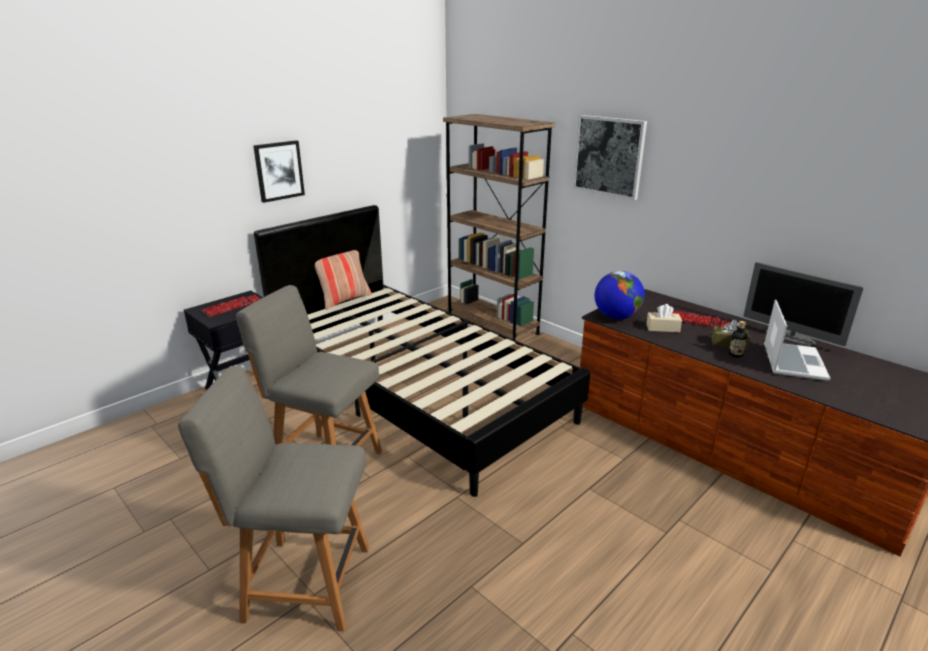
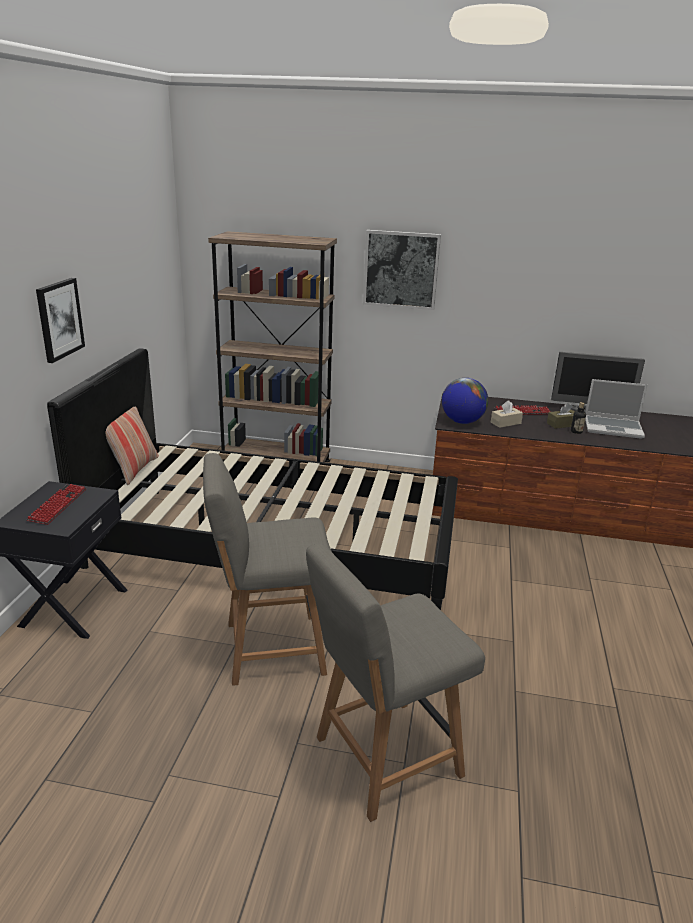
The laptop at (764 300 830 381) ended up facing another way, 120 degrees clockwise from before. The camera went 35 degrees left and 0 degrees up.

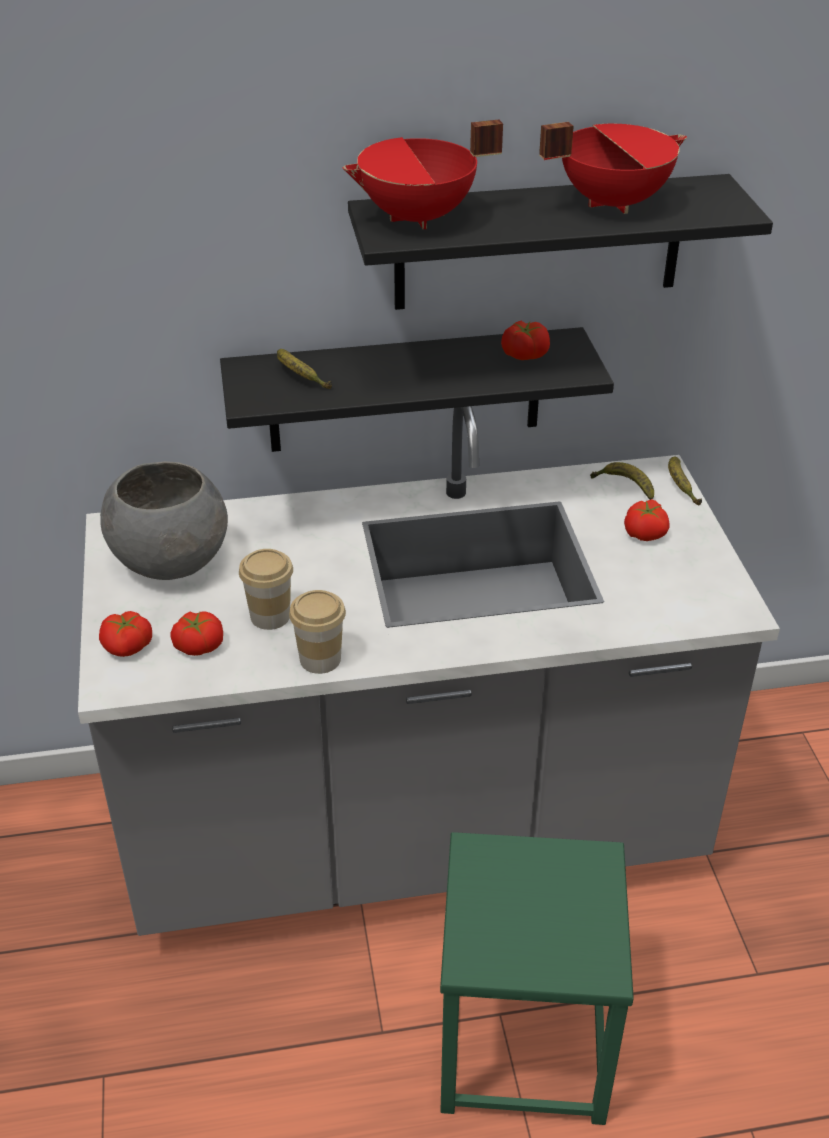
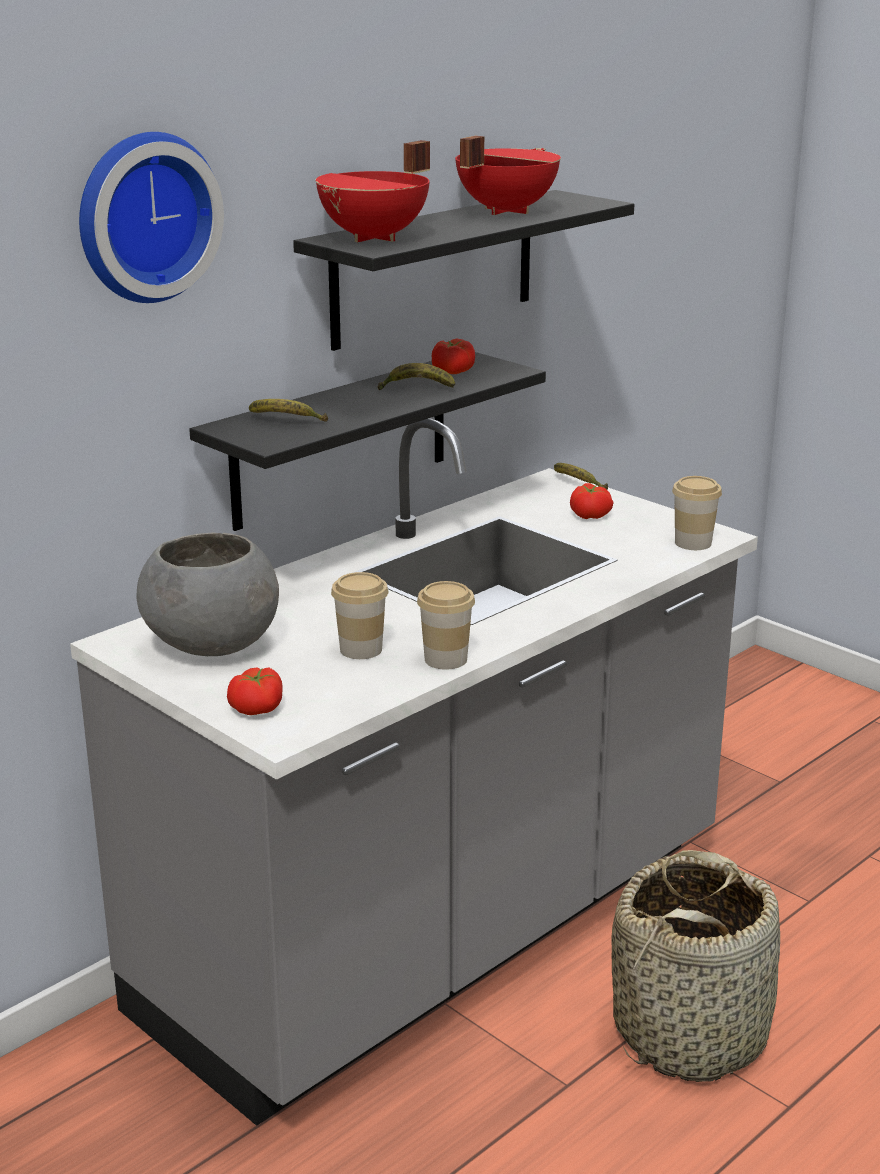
The second view lost the tomato at (171 612 223 656). The second view gained the wall clock at (79 132 224 303). The second view gained the cup at (672 476 722 550). The banana ended up elsewhere, having gone from (590 462 654 500) to (378 363 455 390). Where the green stool stood at (440 832 634 1125), the basket came to stand at (611 850 780 1082). The camera went 35 degrees left and 15 degrees down.

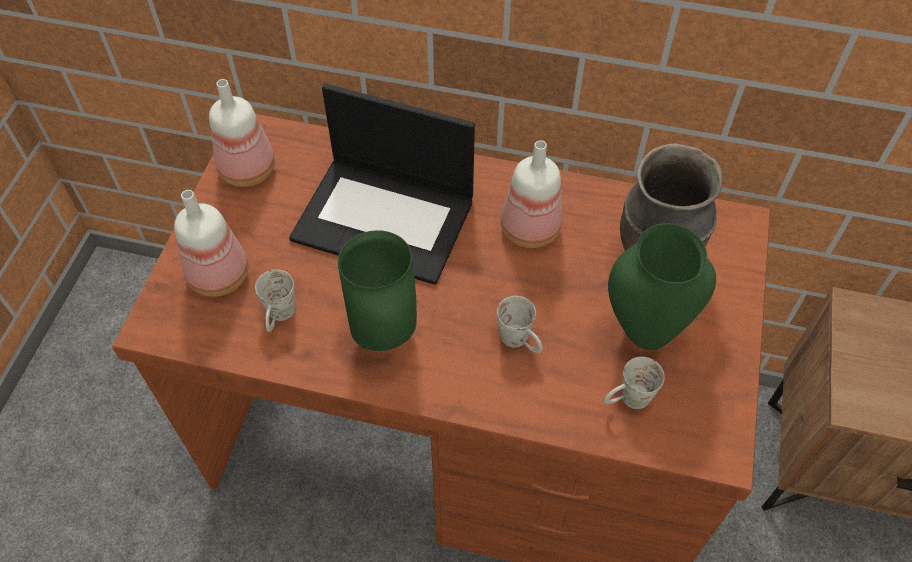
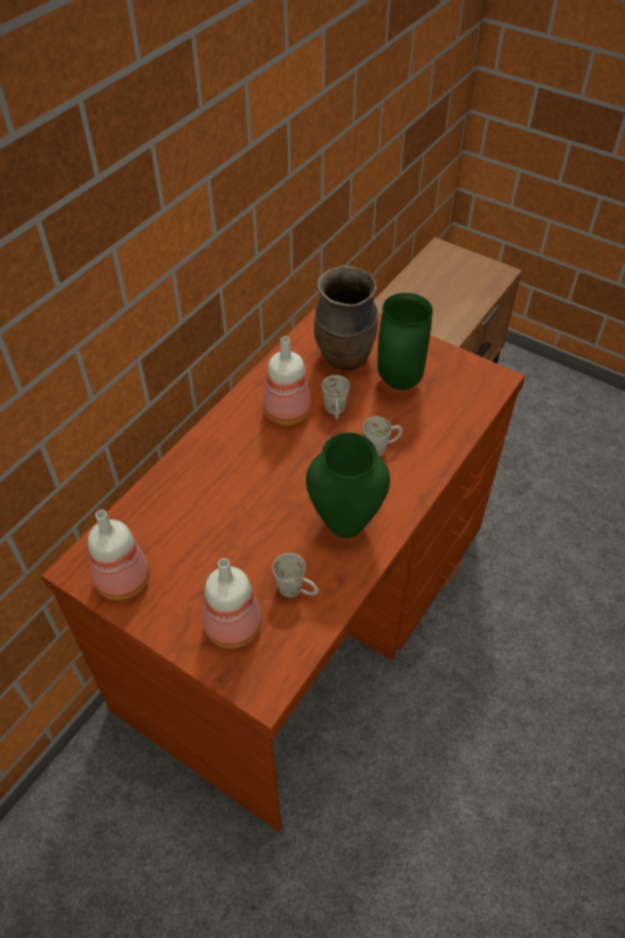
The second view lost the laptop at (289 83 475 285). The white mug ended up elsewhere, having gone from (604 357 665 409) to (322 375 350 420). The camera went 70 degrees left and 5 degrees down.

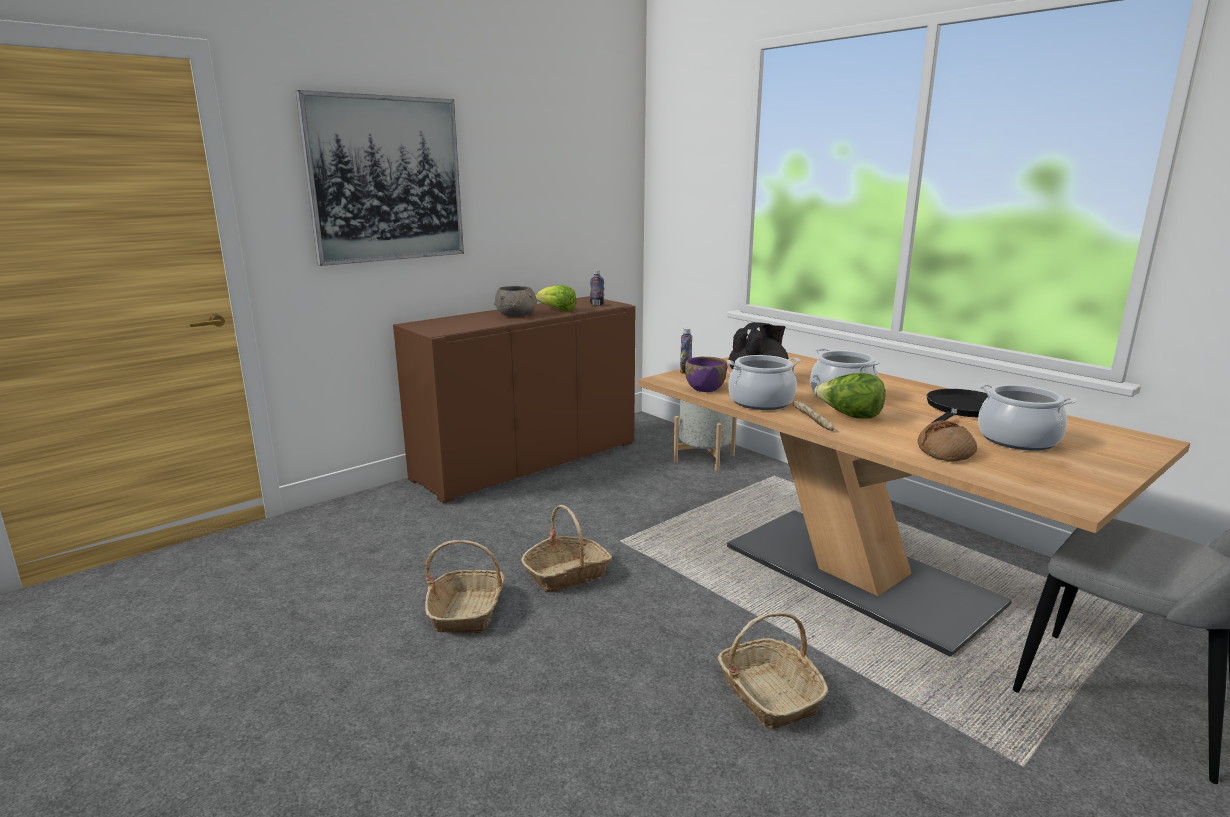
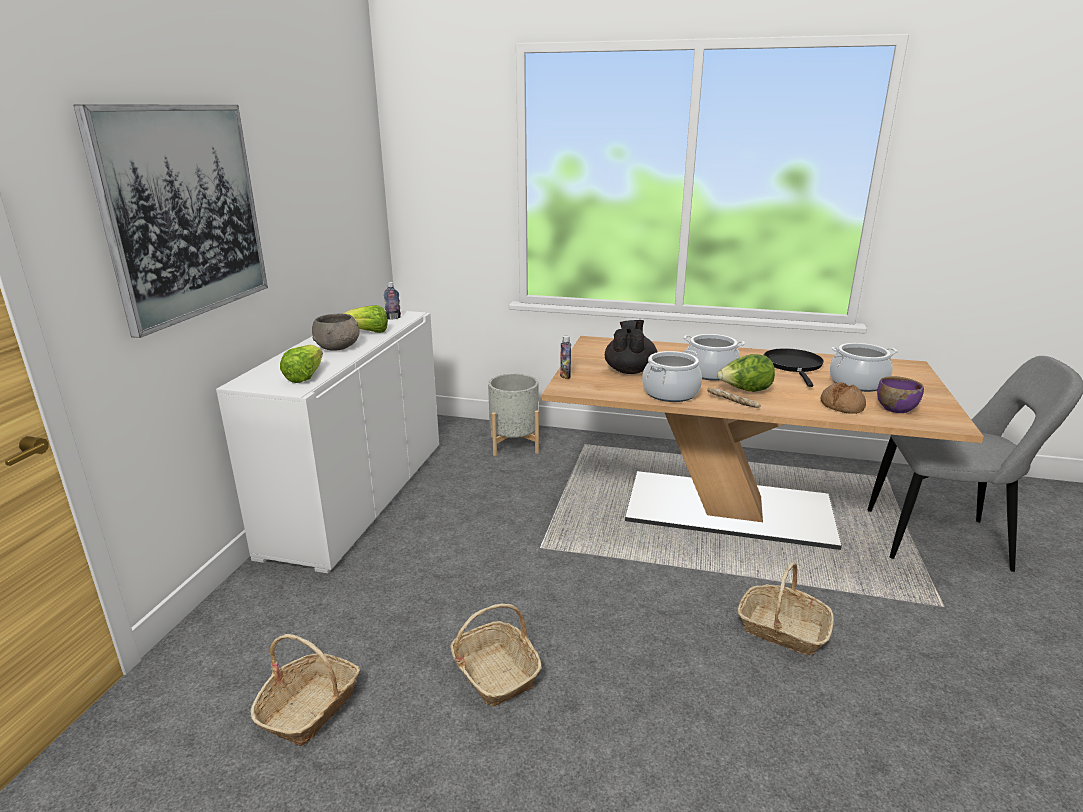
The second view gained the lettuce at (280 345 323 383). The basket ended up elsewhere, having gone from (521 505 612 593) to (250 634 360 746). The purple bowl ended up elsewhere, having gone from (685 357 727 392) to (877 376 924 413). What was the brown cabinet at (393 296 635 504) turned into the white cabinet at (216 309 439 573). The camera went 35 degrees left and 5 degrees up.

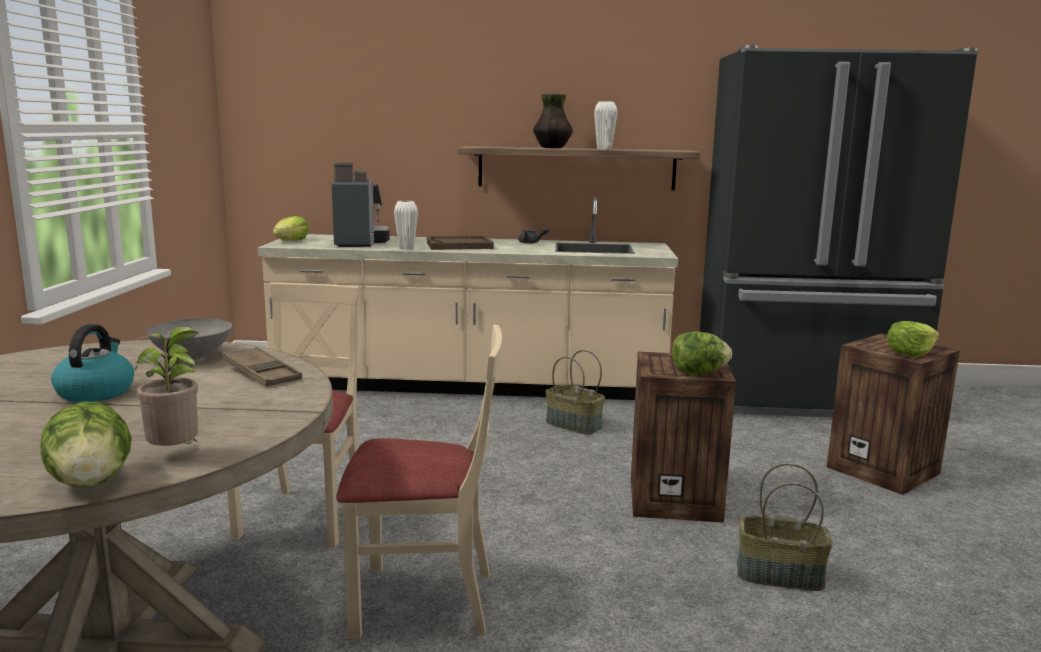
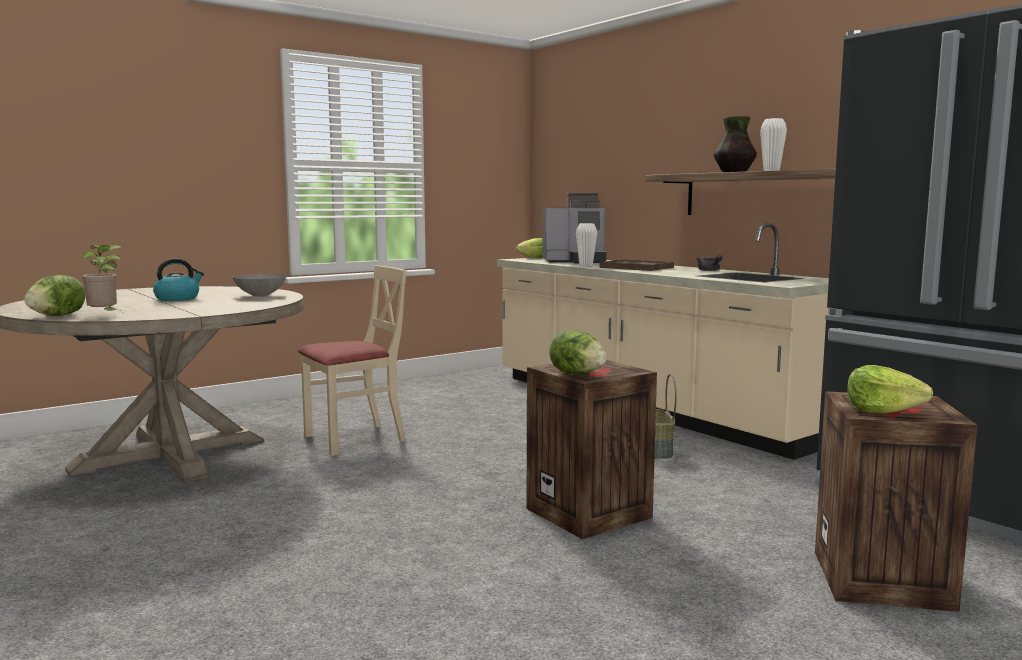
The second view lost the brown tray at (222 347 302 386). The second view lost the beige chair at (336 325 502 639). The second view lost the basket at (737 463 833 591). The coffee machine at (332 163 390 247) ended up facing another way, 45 degrees clockwise from before. The camera went 50 degrees right and 5 degrees down.

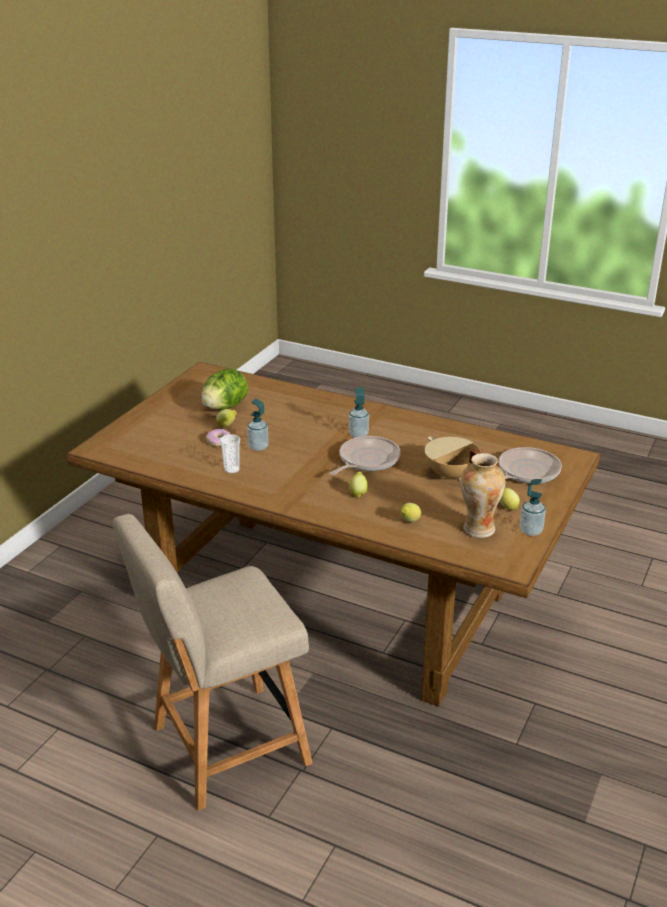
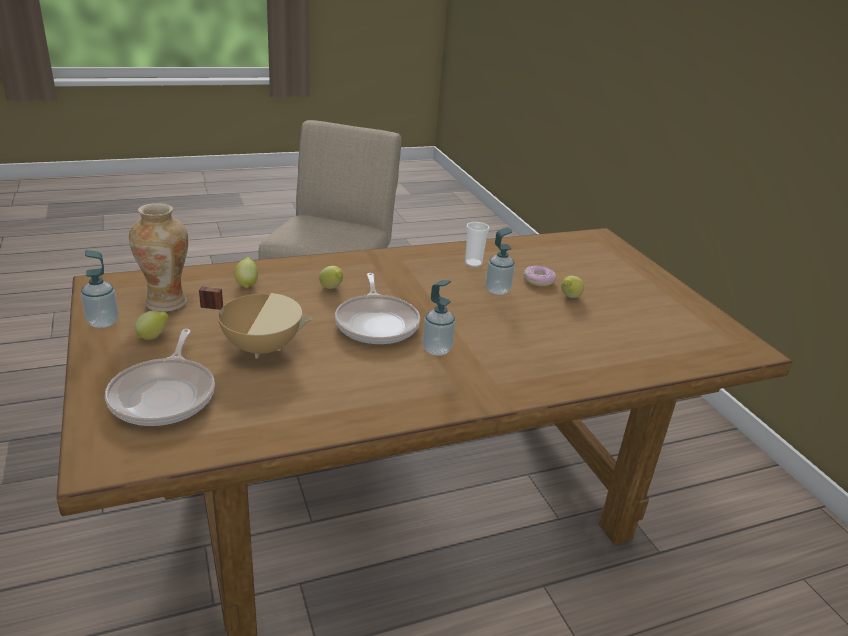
The second view lost the lettuce at (201 369 248 410). The camera went 130 degrees right and 0 degrees up.

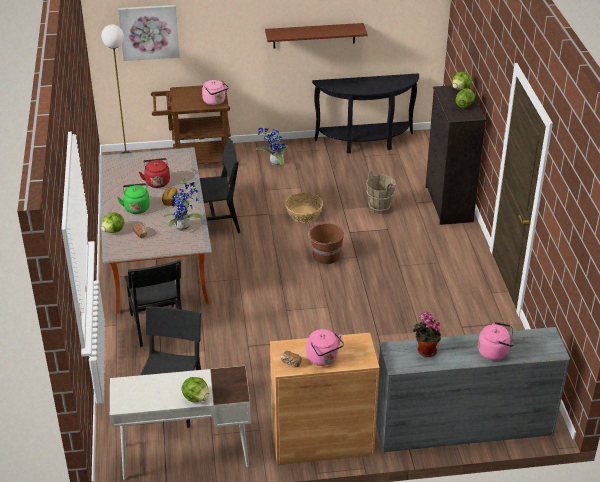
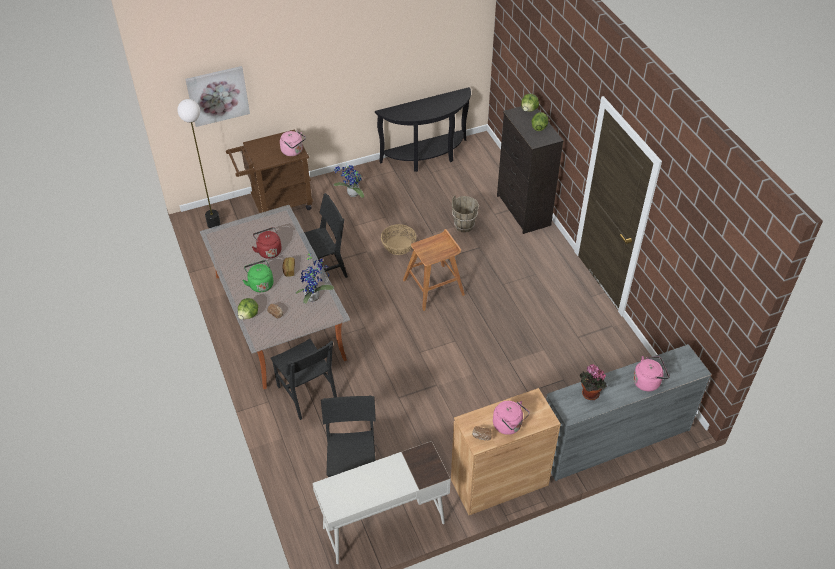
The second view lost the lettuce at (182 377 209 403). The second view lost the brown shelf at (265 23 368 48). Where the brown bucket stood at (308 223 344 264), the brown stool came to stand at (403 229 465 311). The camera went 15 degrees left and 10 degrees up.

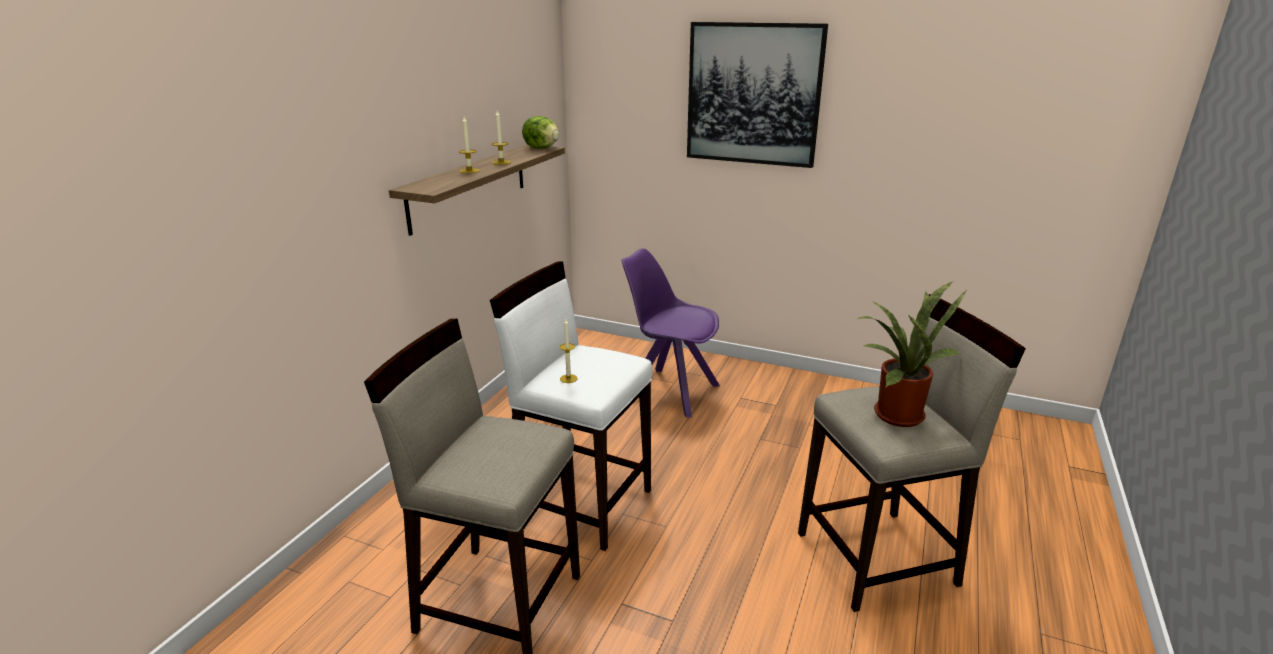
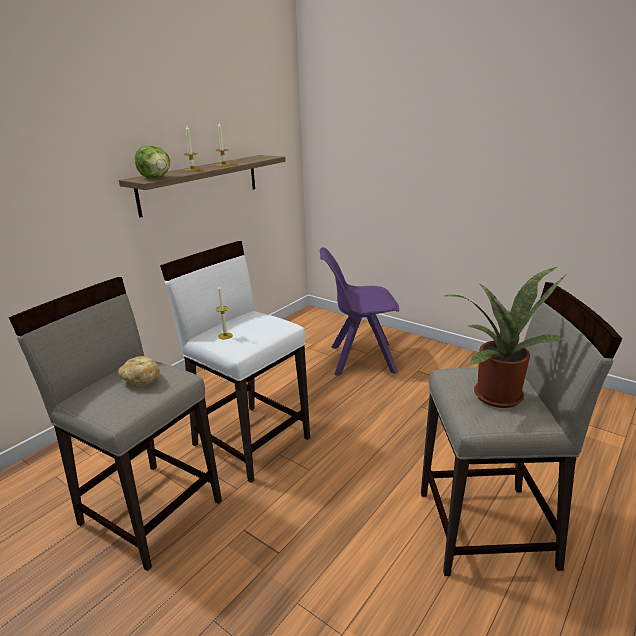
The second view lost the picture at (687 22 828 168). The second view gained the bread at (118 356 160 386). The lettuce ended up elsewhere, having gone from (522 116 559 149) to (135 146 170 178). The purple chair at (621 248 720 418) ended up facing another way, 45 degrees counterclockwise from before. The camera went 15 degrees right and 0 degrees up.

